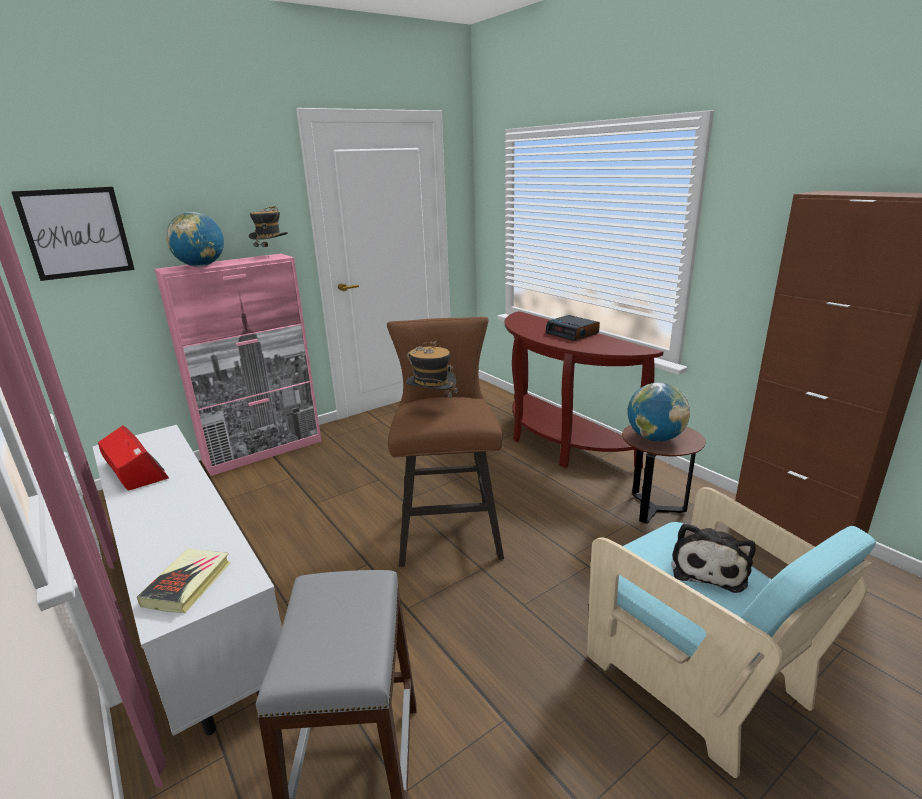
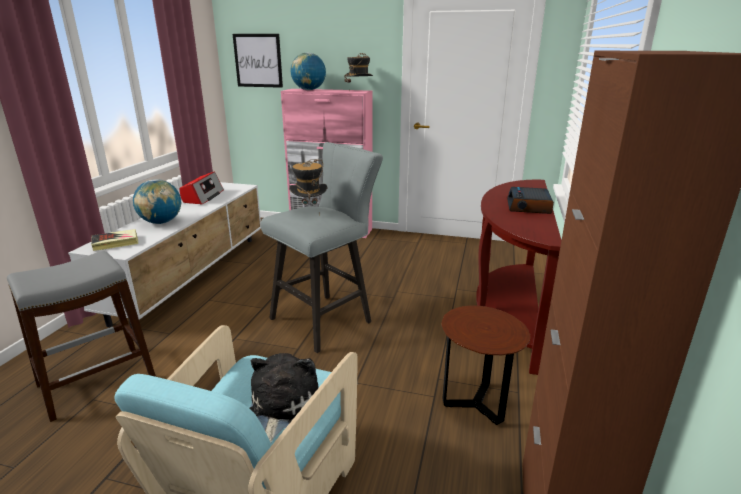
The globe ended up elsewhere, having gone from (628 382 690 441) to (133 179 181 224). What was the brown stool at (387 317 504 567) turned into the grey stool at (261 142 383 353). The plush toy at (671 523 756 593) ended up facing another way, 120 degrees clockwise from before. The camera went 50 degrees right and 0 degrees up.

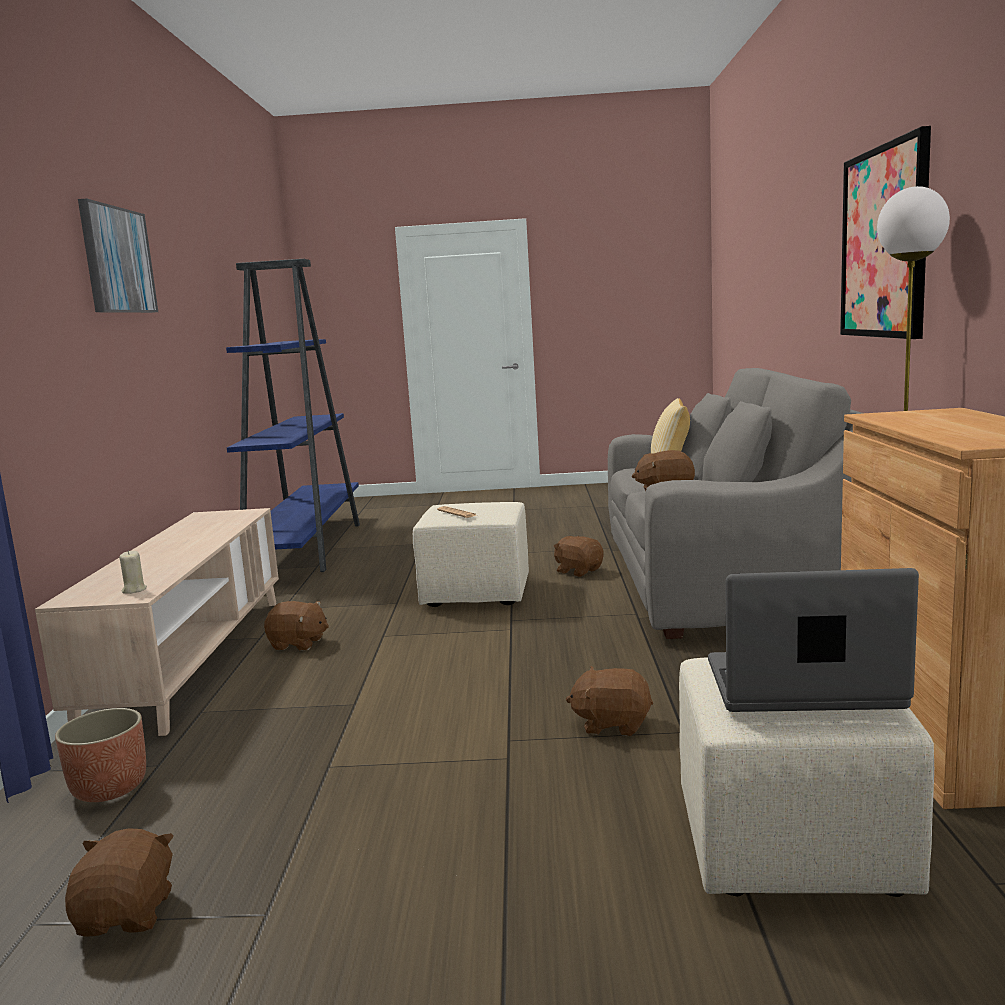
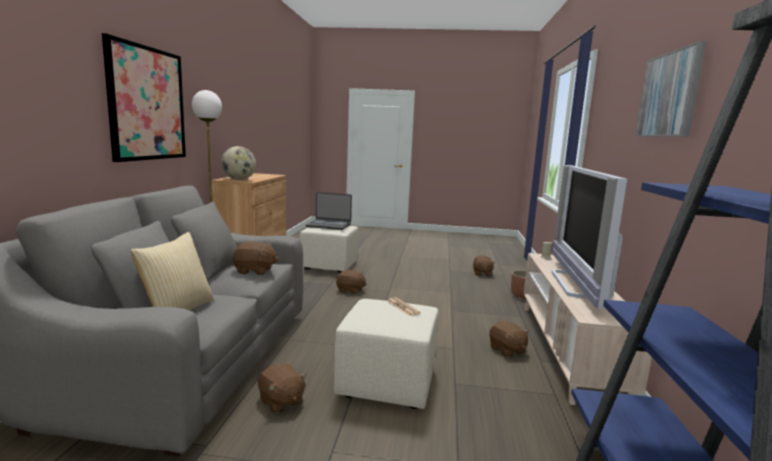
The second view gained the globe at (221 146 256 180). The second view gained the television at (552 165 627 309). The brown plush toy at (264 601 329 650) ended up facing another way, 135 degrees counterclockwise from before. The camera went 175 degrees left and 0 degrees up.

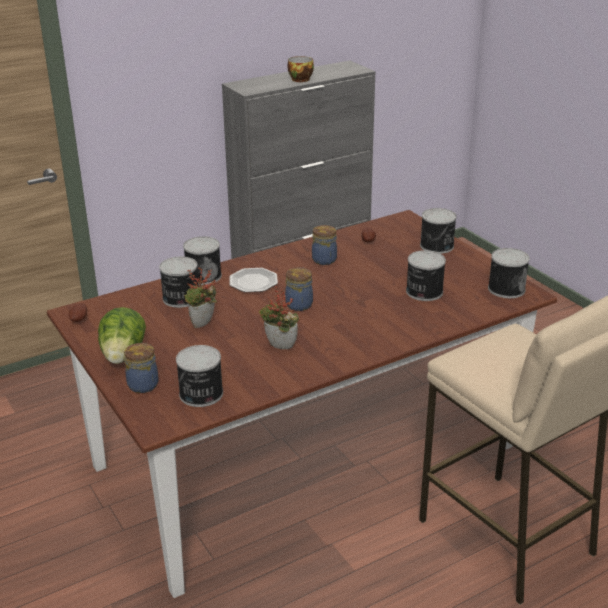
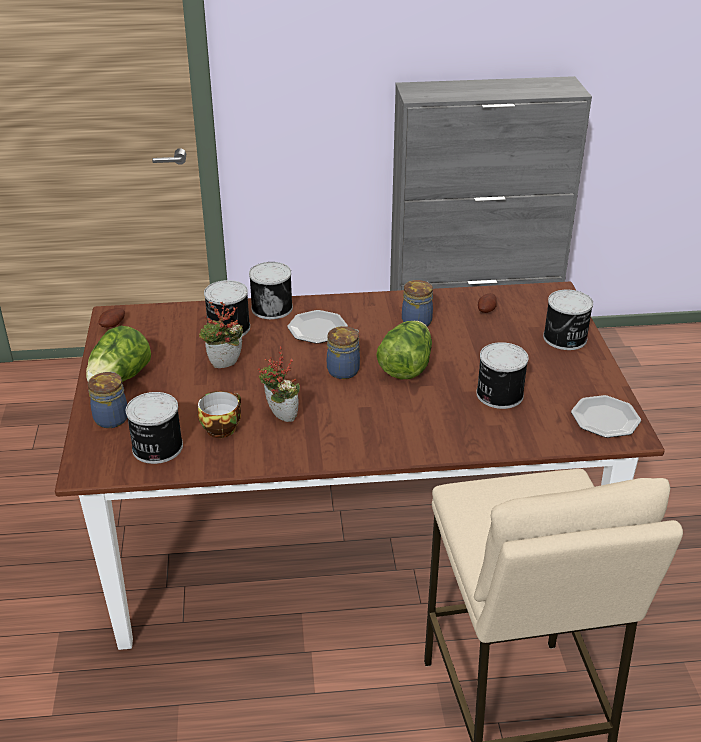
The second view gained the lettuce at (376 321 432 379). The cup ended up elsewhere, having gone from (288 56 314 82) to (198 391 241 438). Where the can stood at (488 248 530 298), the plate came to stand at (571 395 641 438). The camera went 25 degrees right and 5 degrees up.

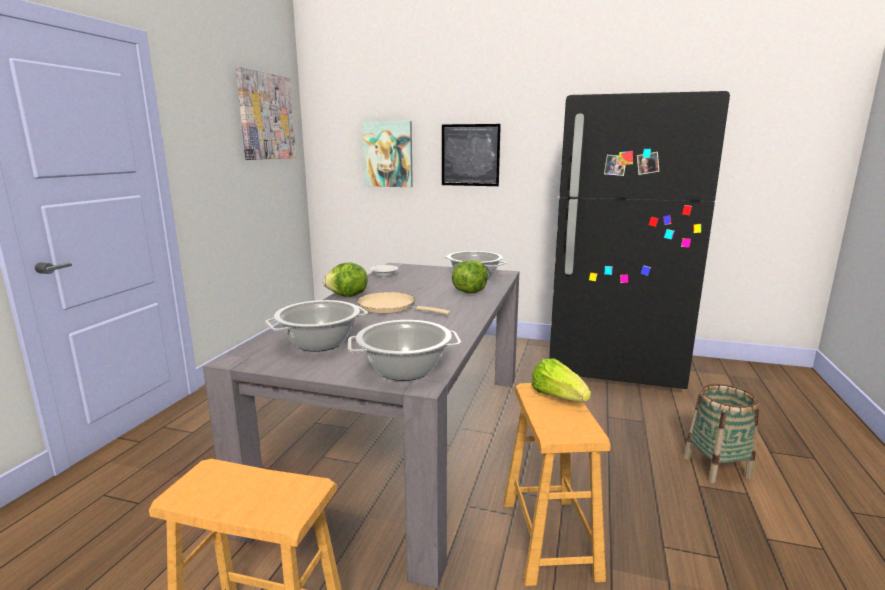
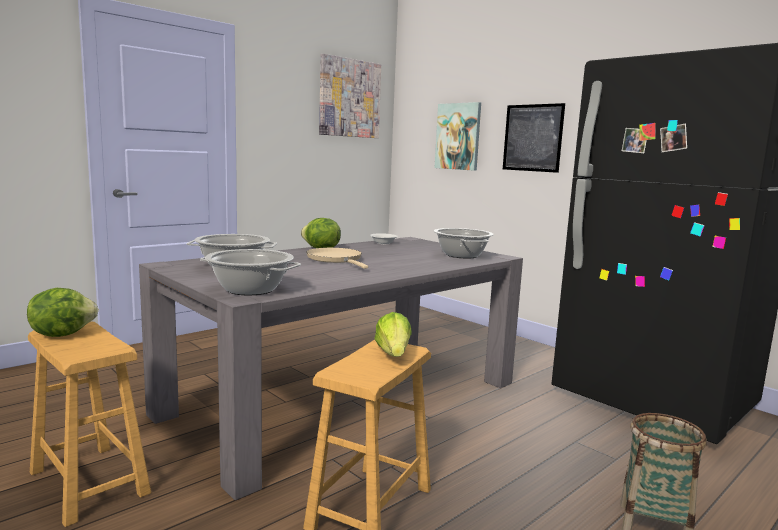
The lettuce ended up elsewhere, having gone from (452 260 488 294) to (27 288 99 337). The camera went 30 degrees right and 5 degrees down.

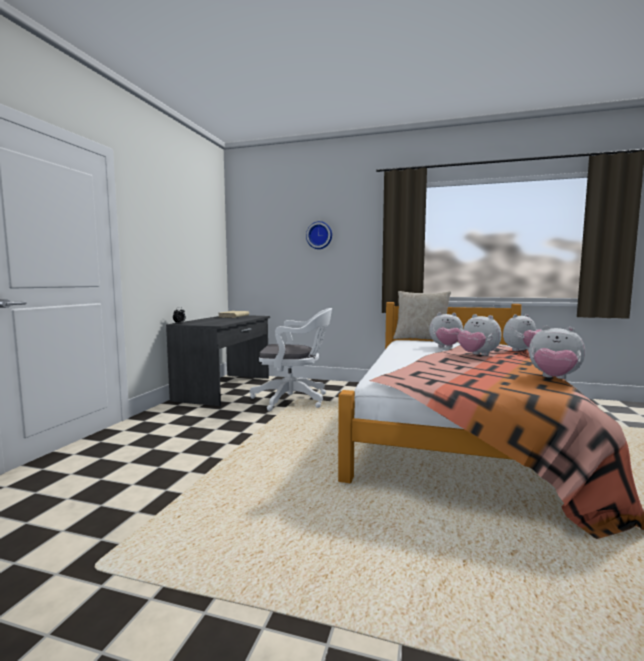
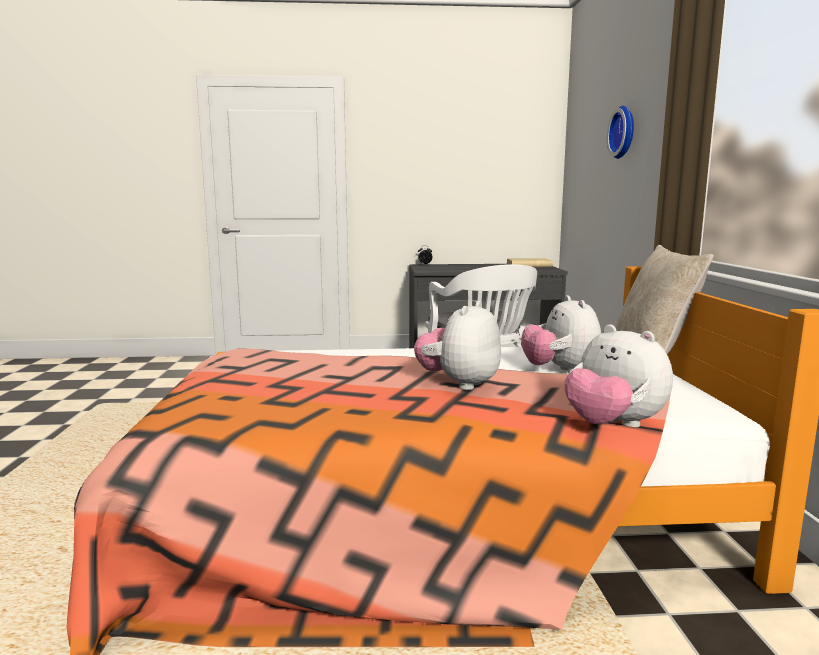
The second view lost the plush toy at (529 326 585 379). The camera went 70 degrees right and 5 degrees up.

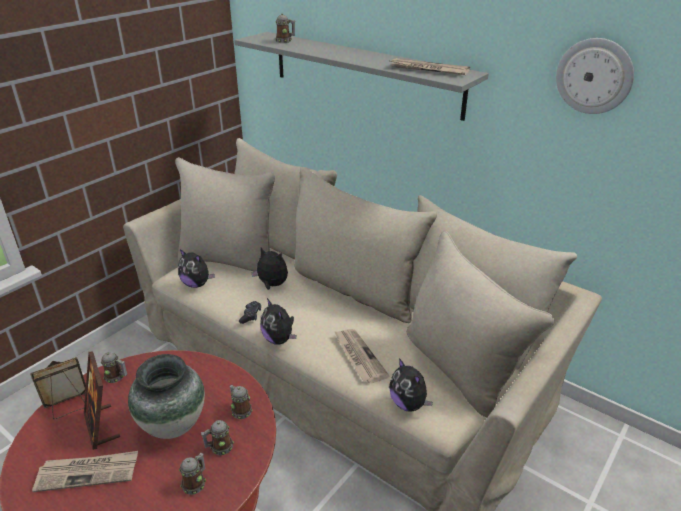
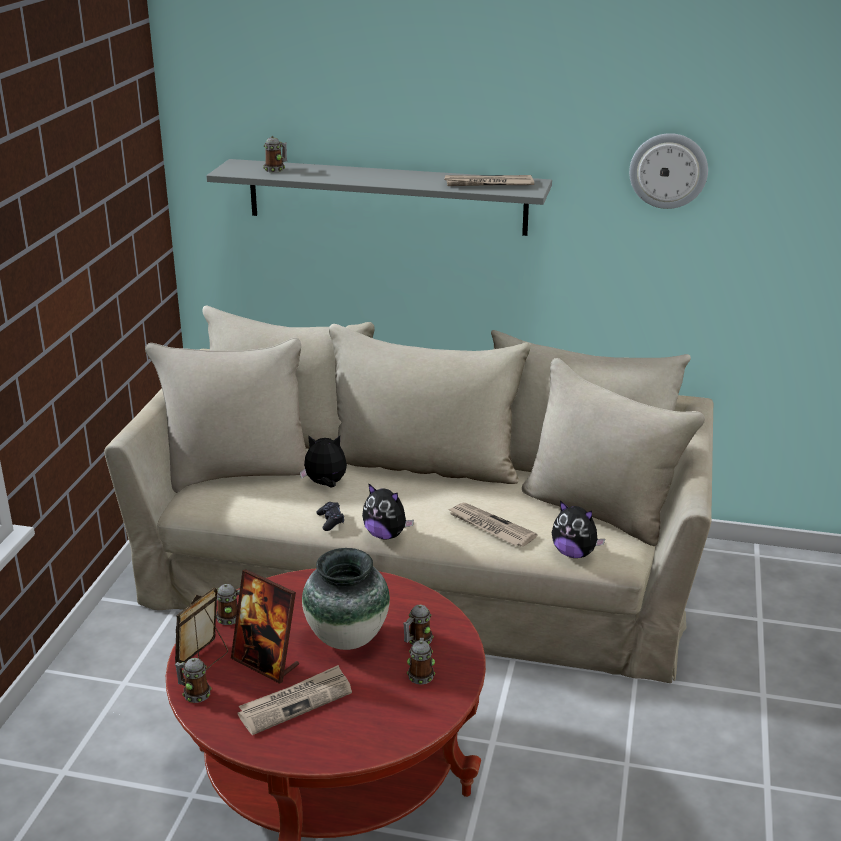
The second view lost the plush toy at (178 249 214 288). The mug ended up elsewhere, having gone from (230 385 253 419) to (175 658 212 703). The camera went 25 degrees left and 5 degrees down.

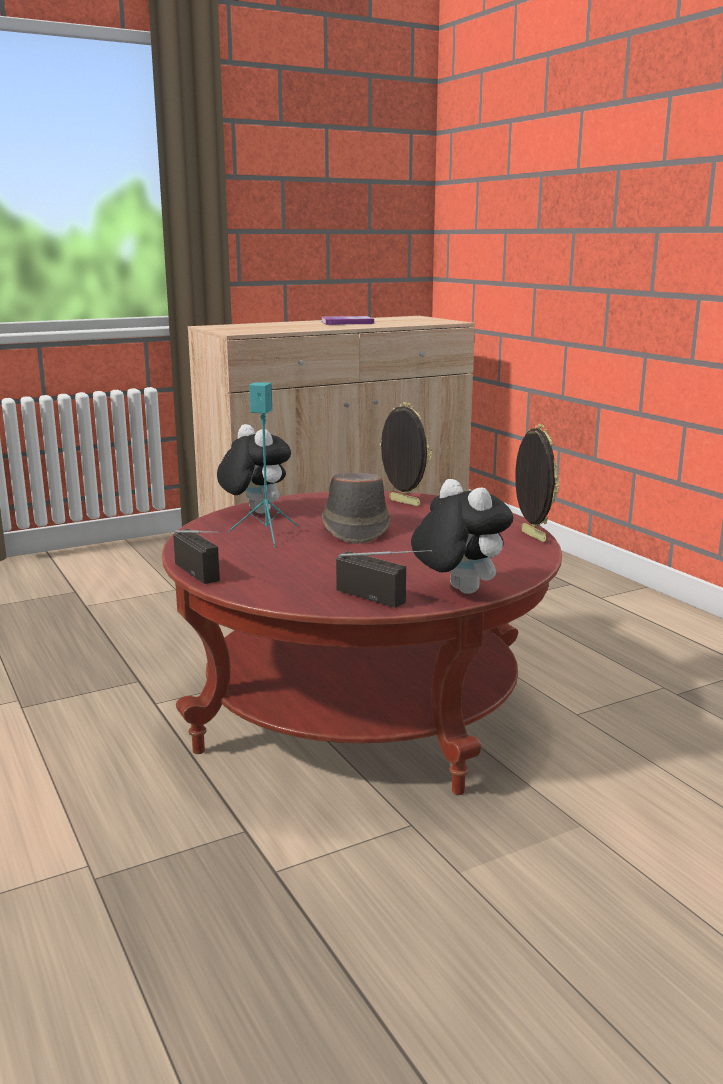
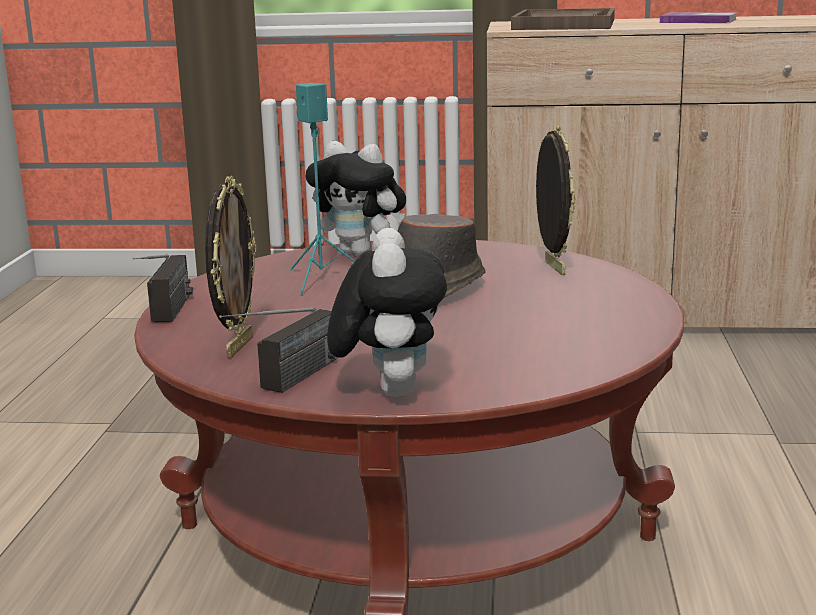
The second view gained the brown tray at (511 8 615 30). The picture frame ended up elsewhere, having gone from (515 424 560 542) to (205 176 257 358). The plush toy at (217 424 291 514) ended up facing another way, 120 degrees clockwise from before. The radio at (336 550 432 608) ended up facing another way, 45 degrees clockwise from before. The camera went 35 degrees right and 0 degrees up.

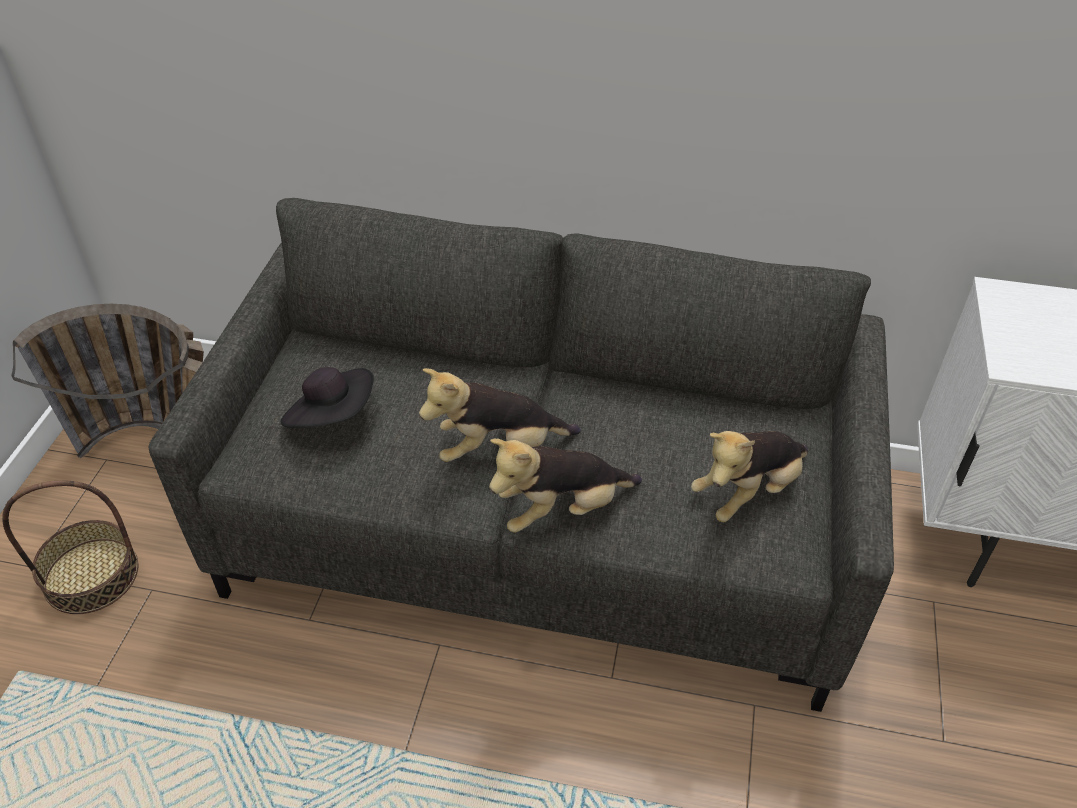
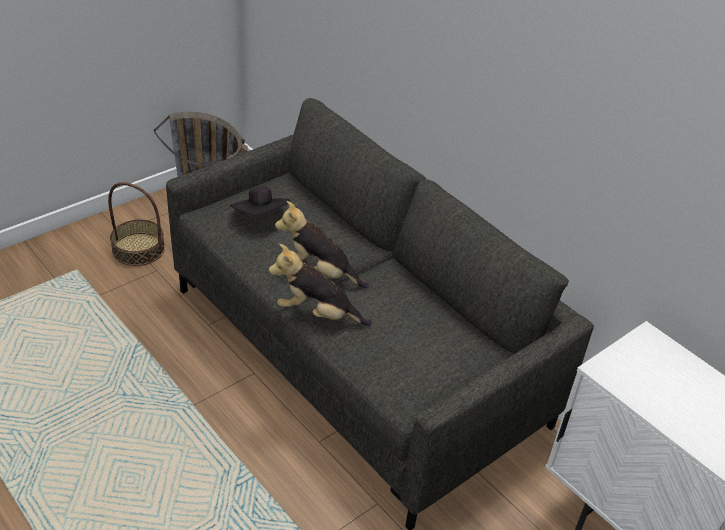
The second view lost the plush toy at (691 431 808 522). The camera went 35 degrees right and 5 degrees down.

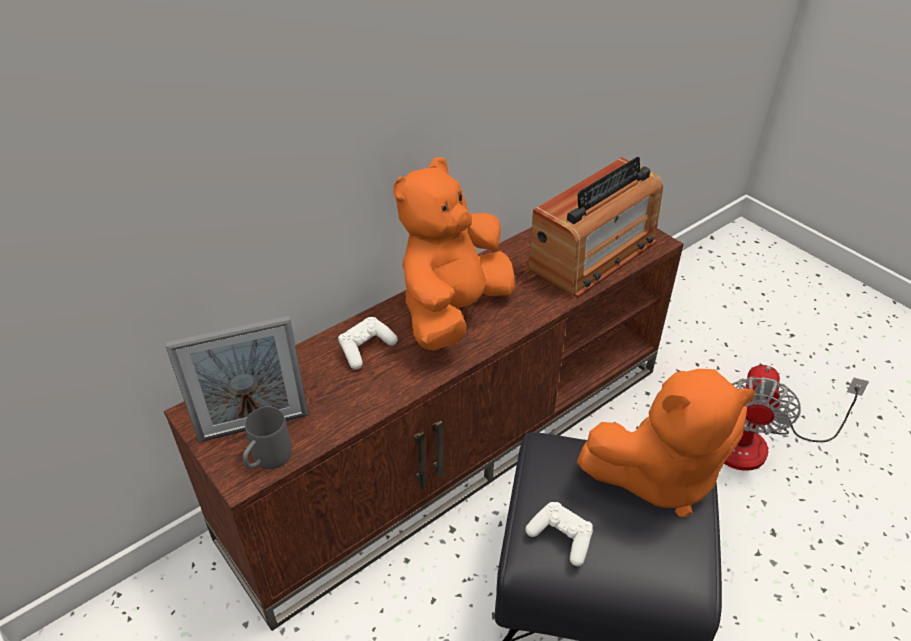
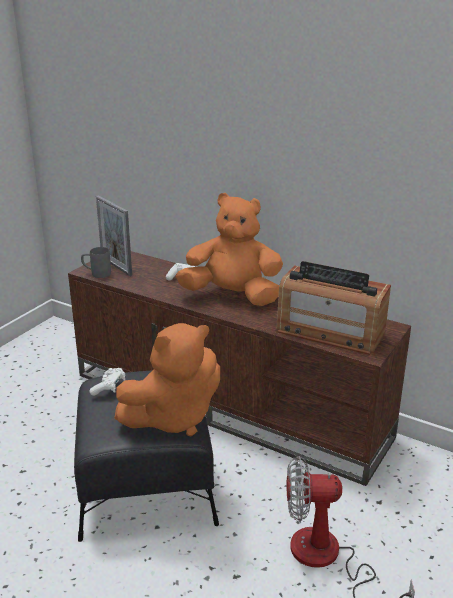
The orange plush toy at (577 369 755 517) ended up facing another way, 90 degrees counterclockwise from before. The camera went 70 degrees right and 15 degrees down.

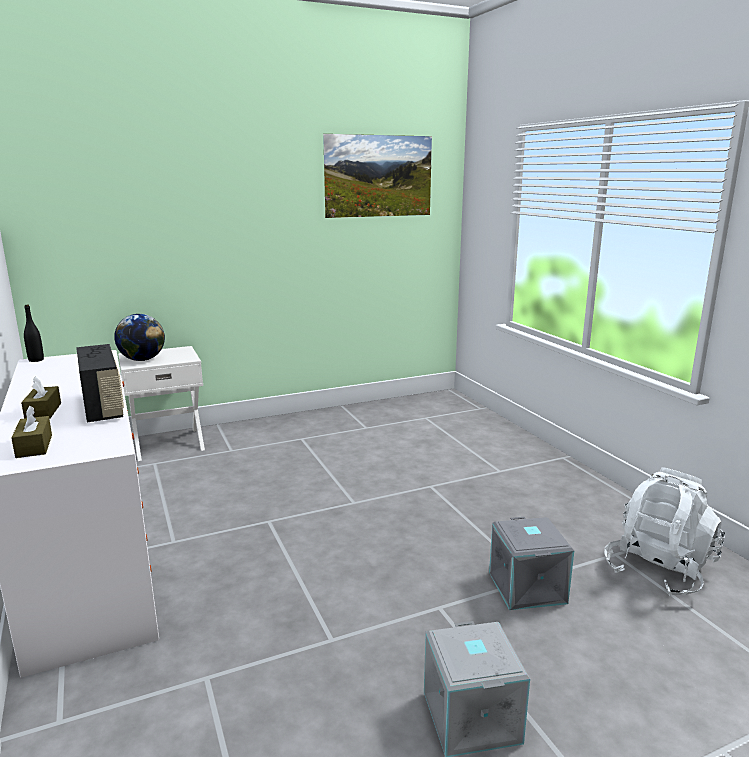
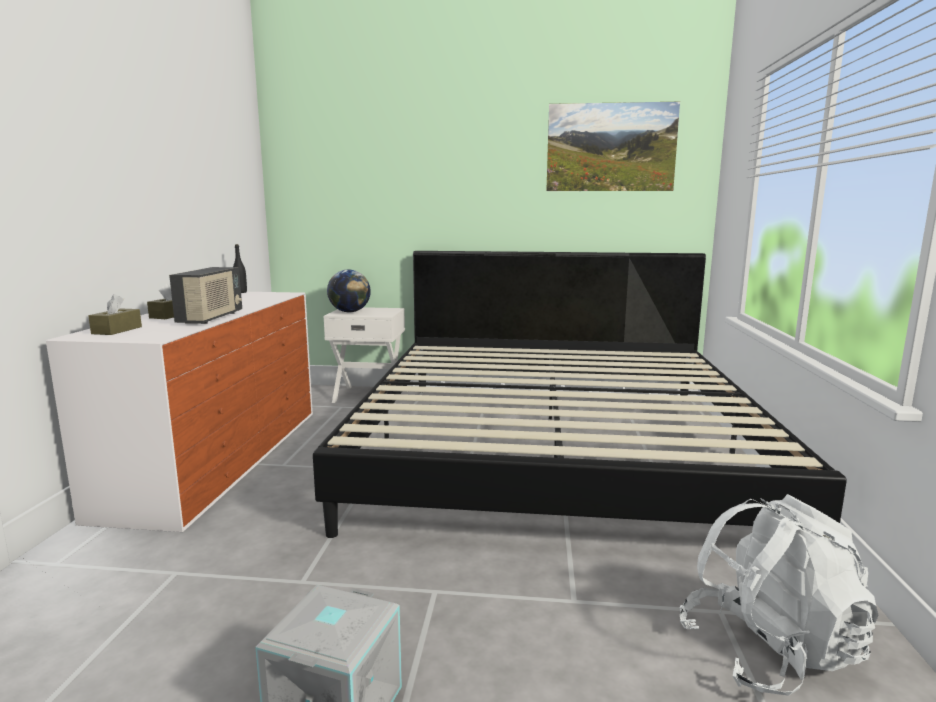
The second view lost the grey storage box at (489 517 574 610). The second view gained the bed at (313 251 847 538). The camera went 30 degrees right and 5 degrees down.

